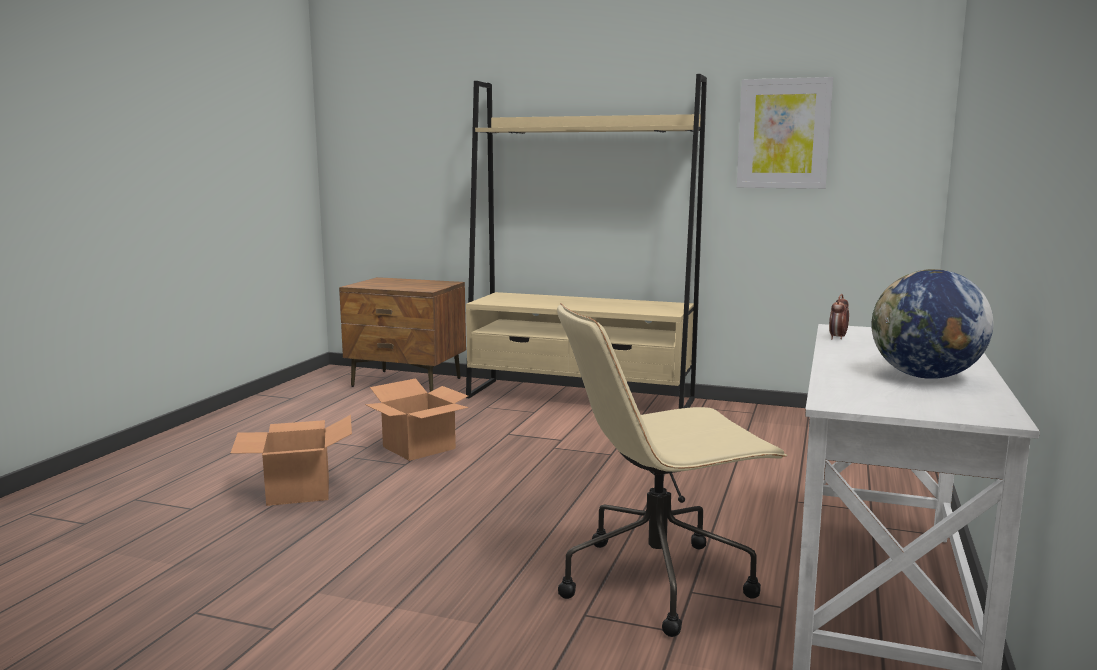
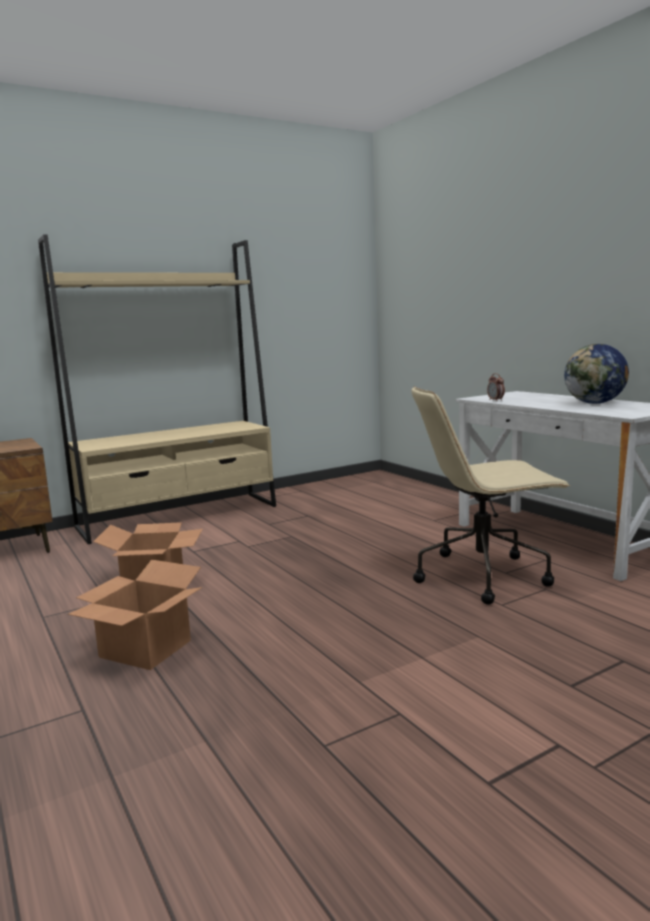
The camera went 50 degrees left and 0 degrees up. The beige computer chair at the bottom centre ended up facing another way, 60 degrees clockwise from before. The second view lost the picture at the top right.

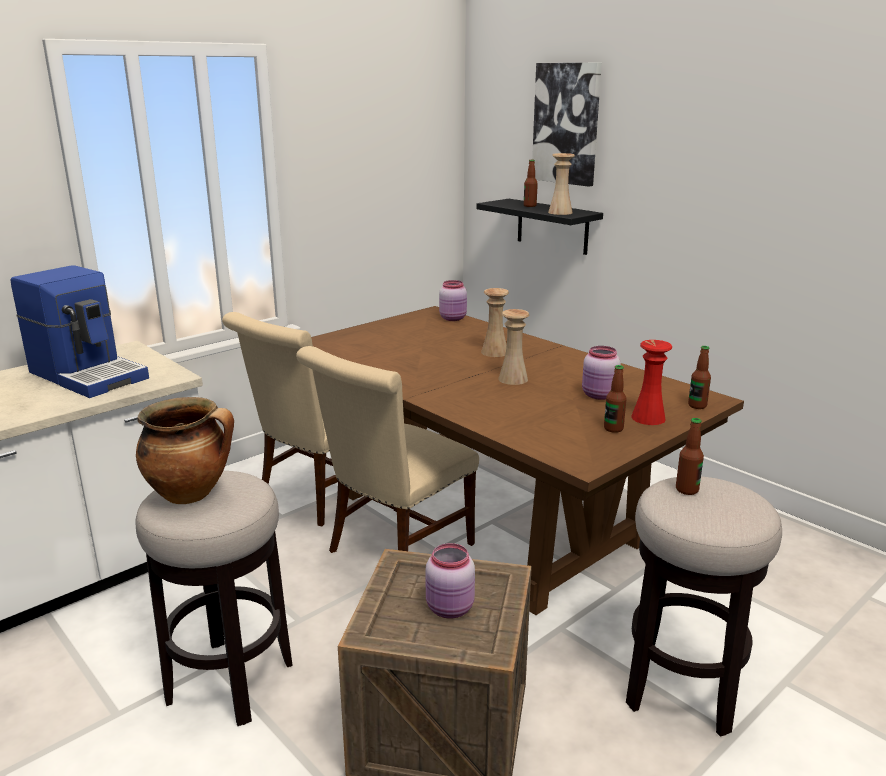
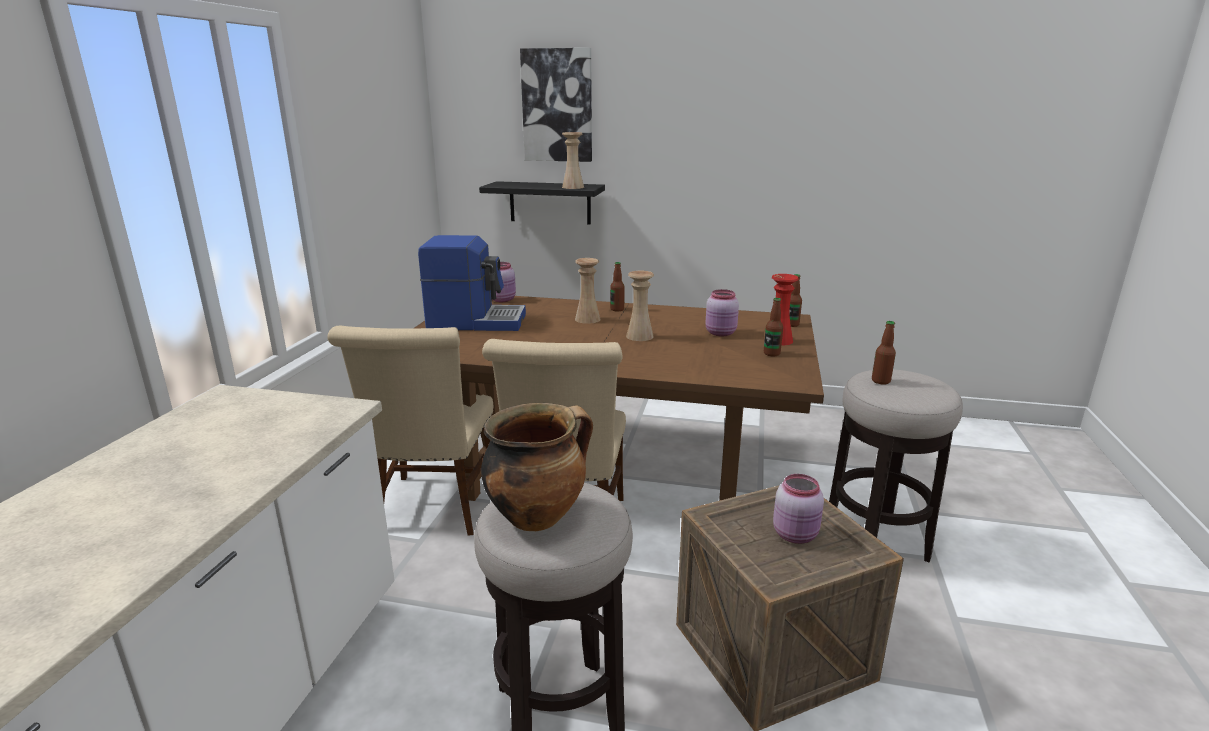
The camera went 35 degrees left and 0 degrees up. The coffee brewer ended up elsewhere, having gone from the middle left to the centre. The beverage bottle (1st from left) ended up elsewhere, having gone from the top centre to the centre.

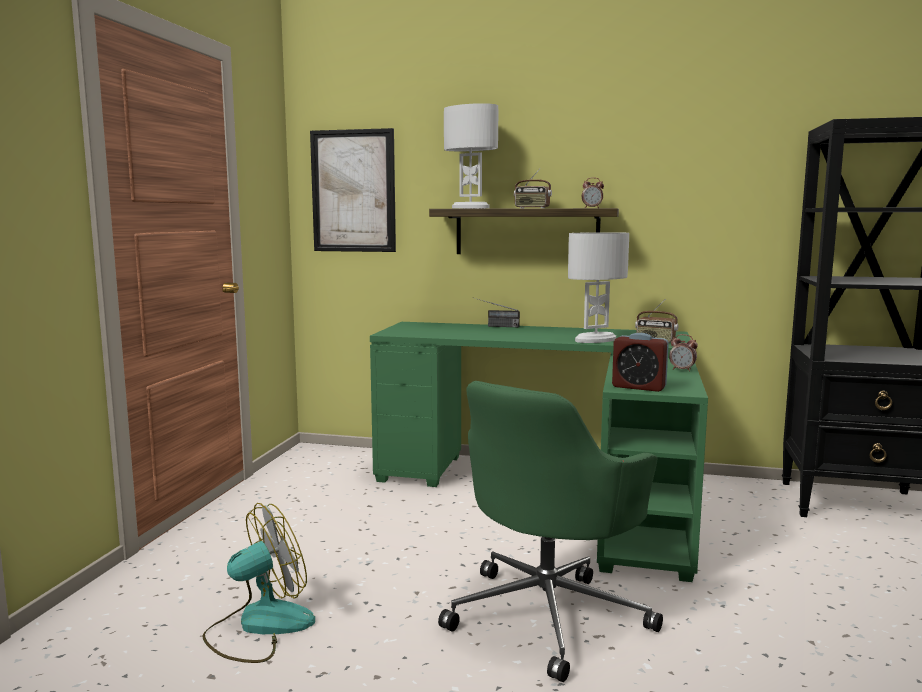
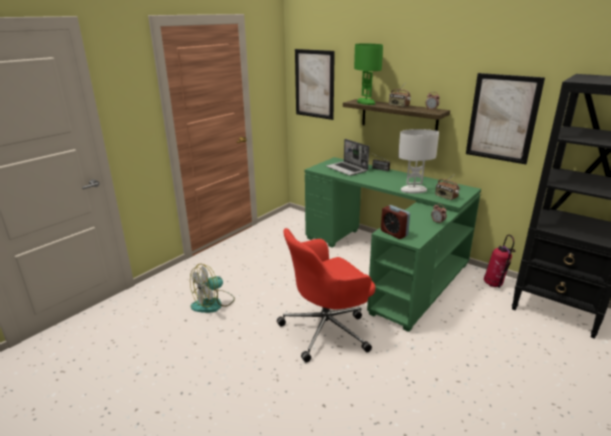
The camera went 25 degrees right and 15 degrees up. The fan at the bottom left ended up facing another way, 150 degrees clockwise from before. What was the greenish computer chair at the bottom centre turned into the red computer chair at the bottom centre. What was the white tabletop lamp (1st from left) at the top centre turned into the greenish tabletop lamp at the top centre. The second view gained the laptop at the centre. The second view gained the picture (2nd from left) at the top right. The second view gained the fire extinguisher at the middle right.

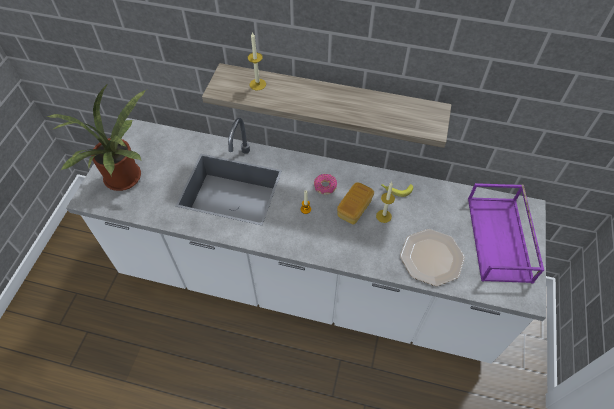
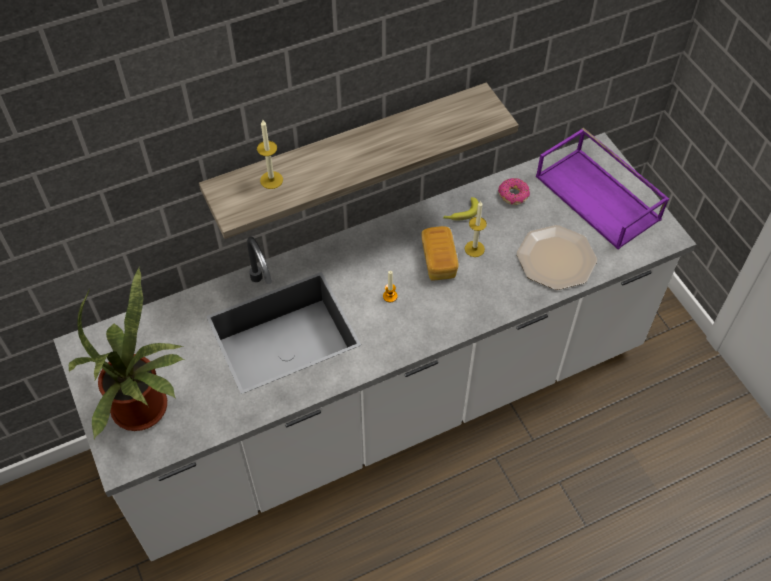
The camera went 40 degrees left and 0 degrees up. The donut ended up elsewhere, having gone from the centre to the top right.

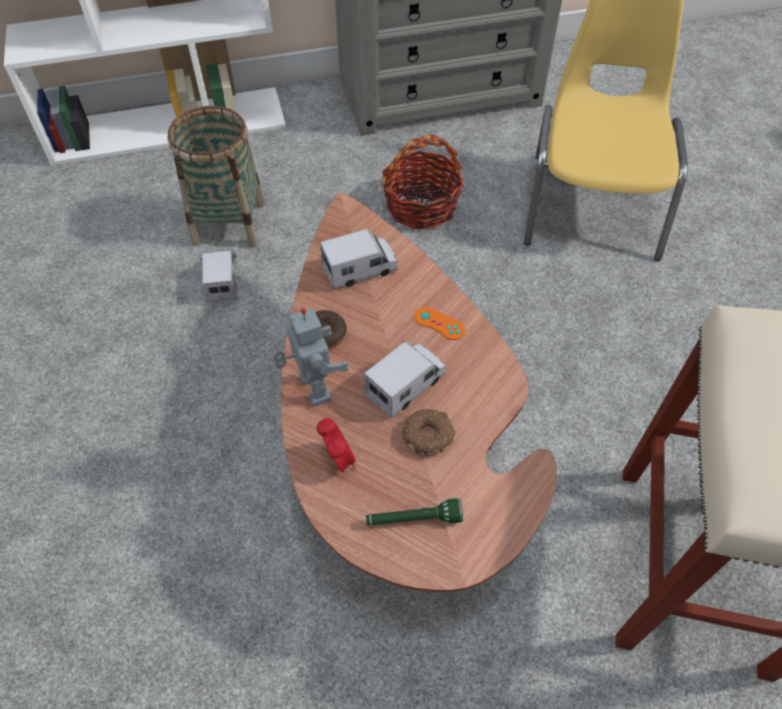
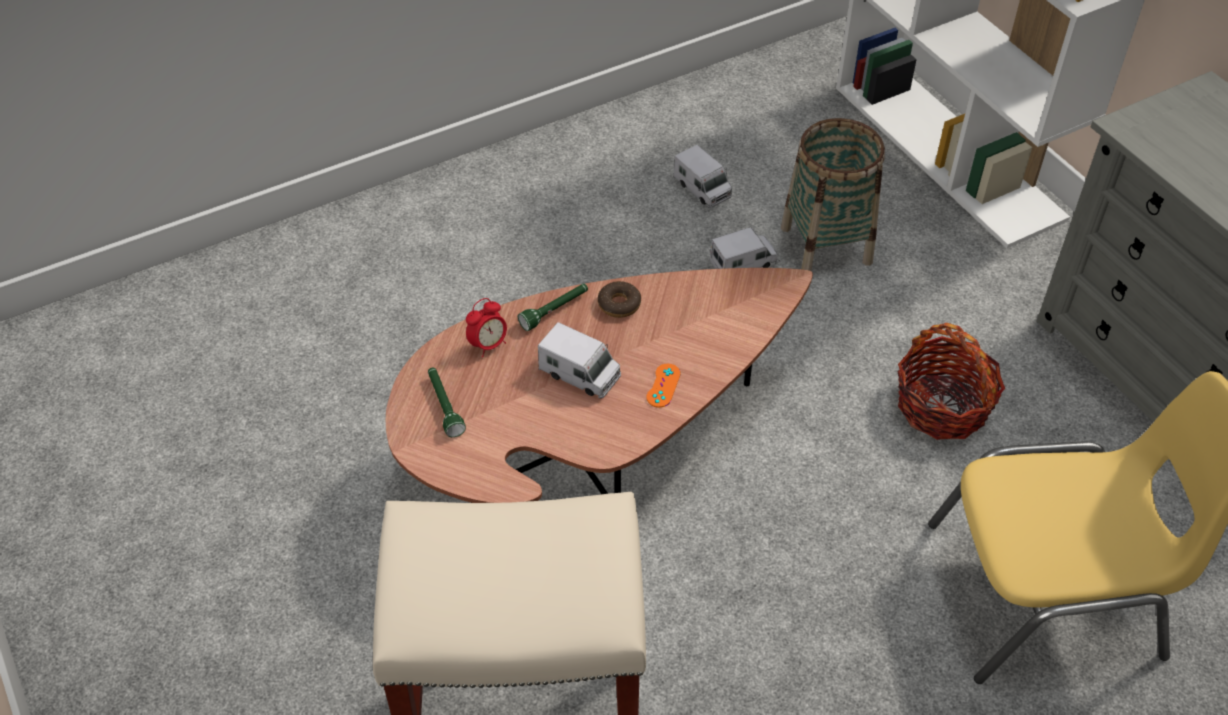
The camera went 75 degrees right and 5 degrees down. Where the model robot stood at the centre, the greenish flashlight (2nd from left) came to stand at the centre. The model truck (2nd from left) ended up elsewhere, having gone from the centre to the top centre. The second view lost the donut (2nd from left) at the centre.

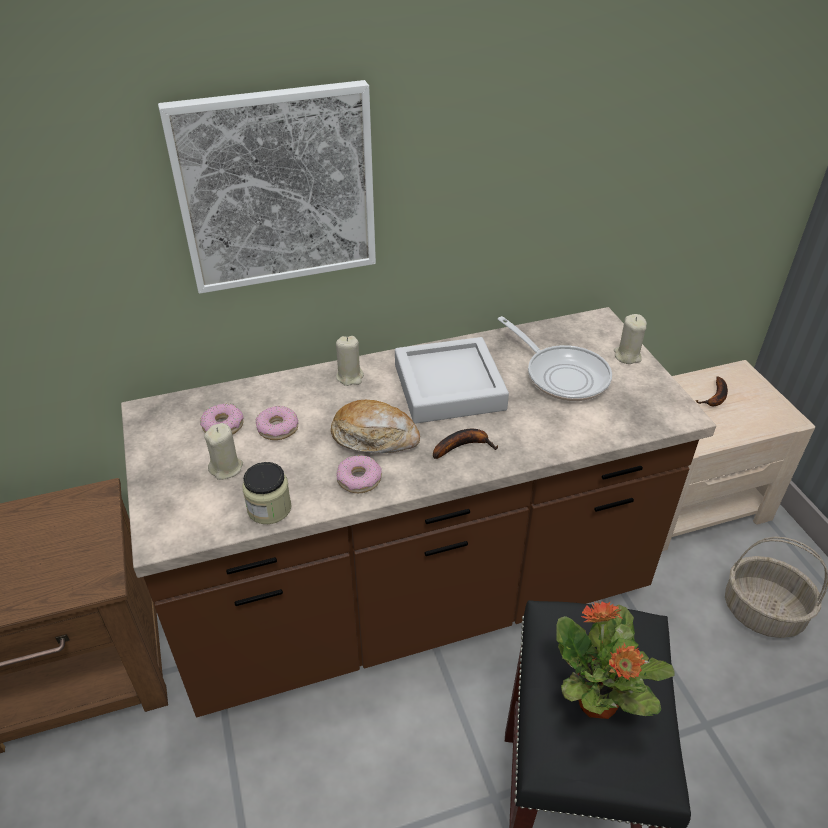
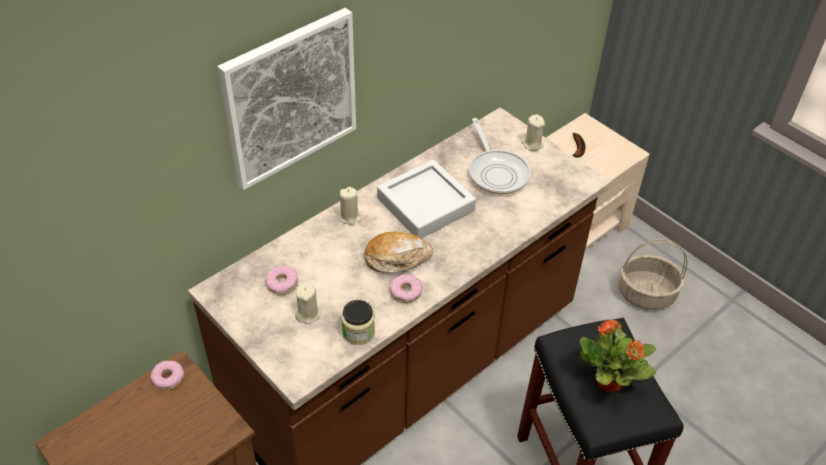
The camera went 25 degrees left and 5 degrees up. The donut (2nd from left in the first image) ended up elsewhere, having gone from the centre to the bottom left. The second view lost the banana fruit (1st from left) at the centre. The skillet at the middle right ended up facing another way, 45 degrees clockwise from before.

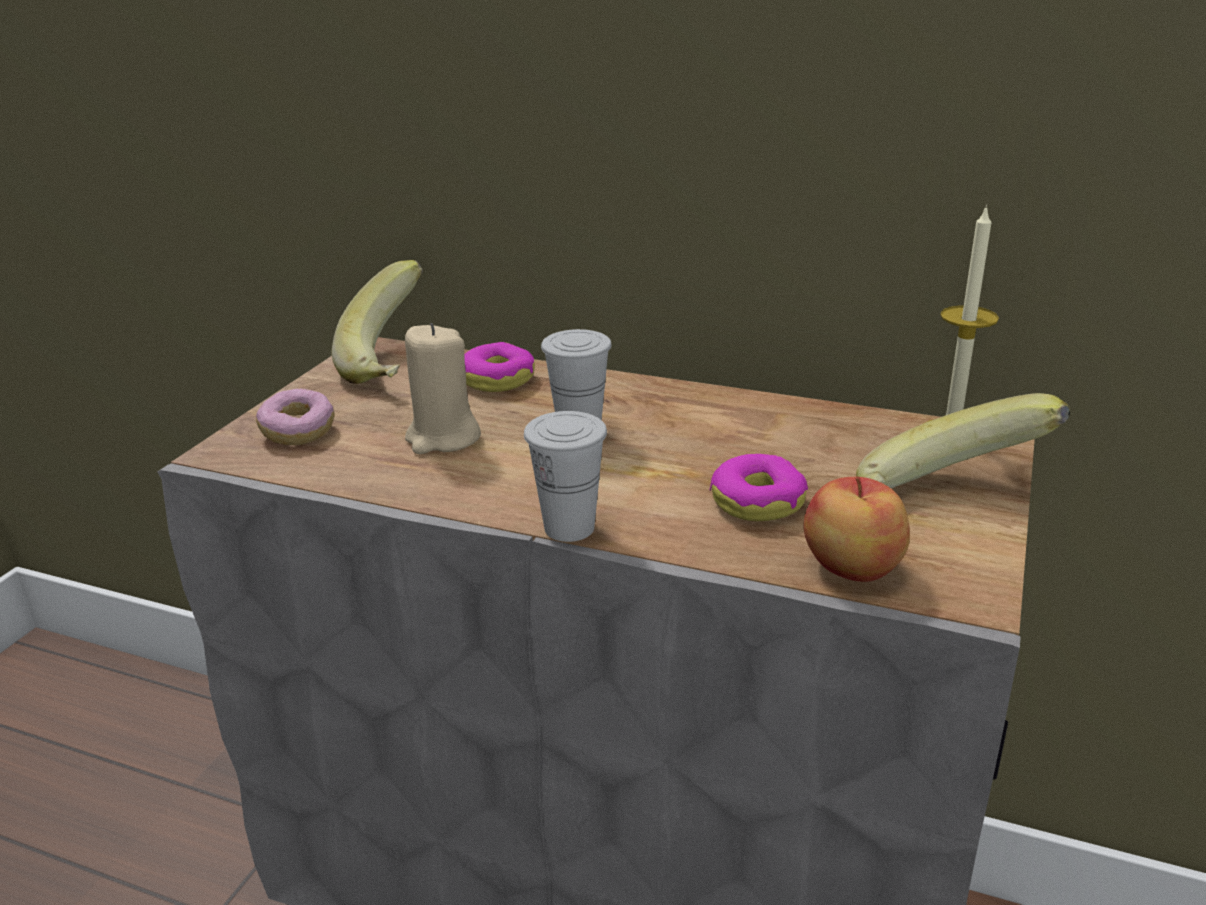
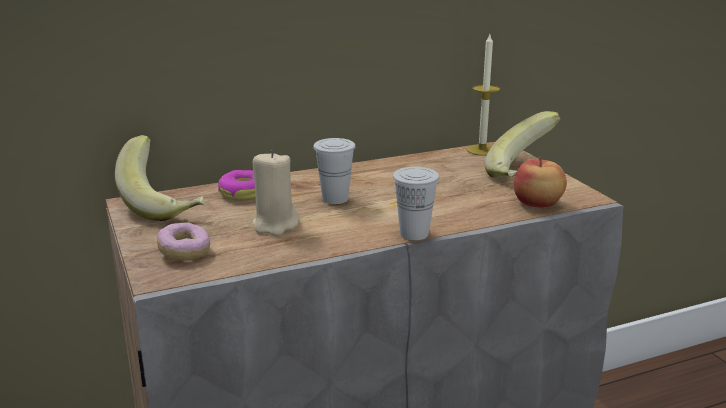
The camera went 45 degrees left and 5 degrees down. The second view lost the donut (3rd from left) at the centre.

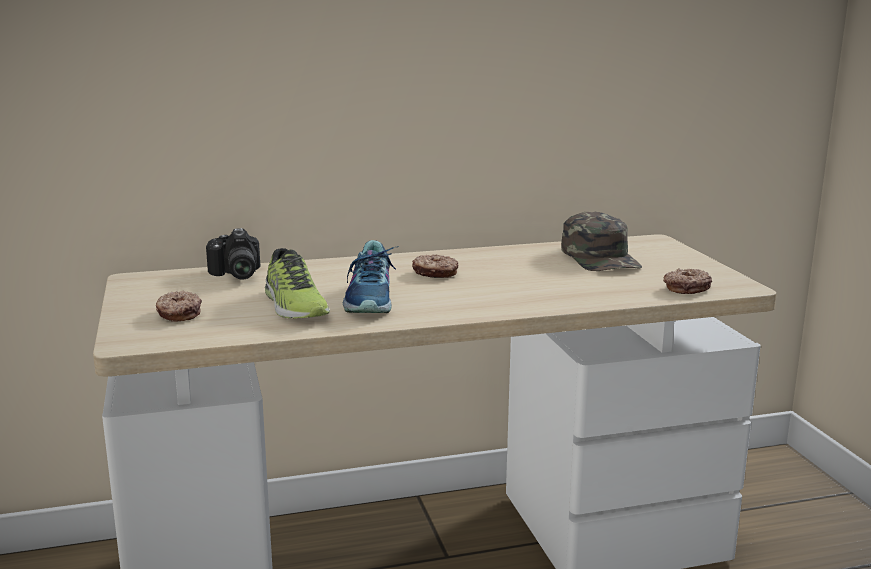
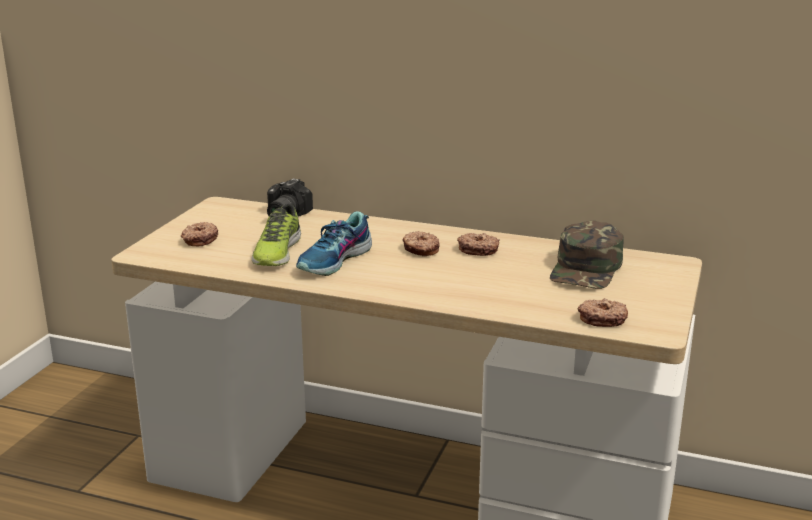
The camera went 35 degrees right and 5 degrees up. The second view gained the donut (3rd from left) at the centre.

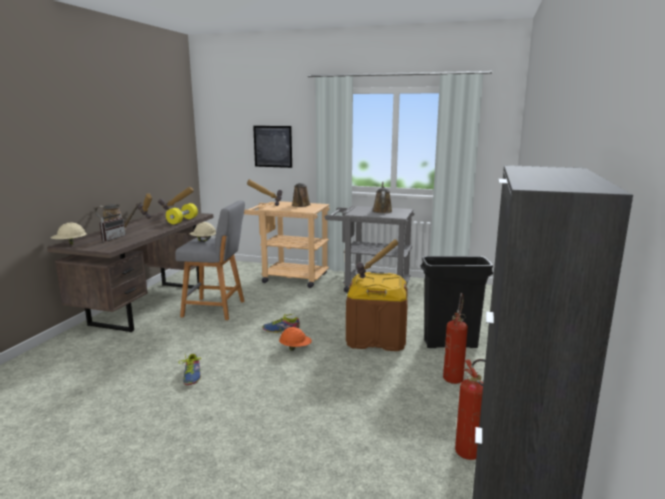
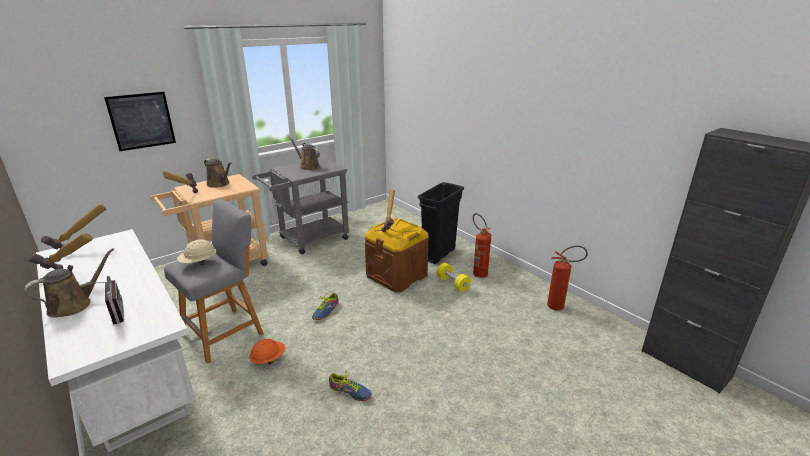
The camera went 55 degrees left and 10 degrees up. What was the brown-coloured desk table at the middle left turned into the white desk table at the bottom left. The second view lost the beige hard hat (1st from left) at the middle left. The yellow hand weight ended up elsewhere, having gone from the middle left to the centre. The orange hard hat ended up elsewhere, having gone from the bottom centre to the bottom left.

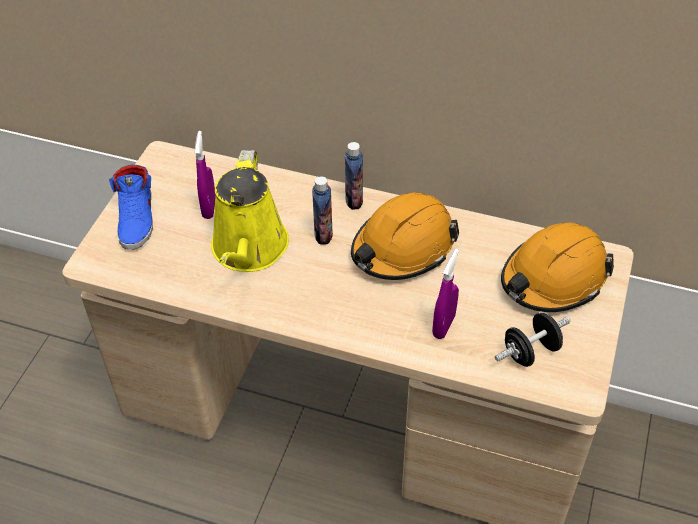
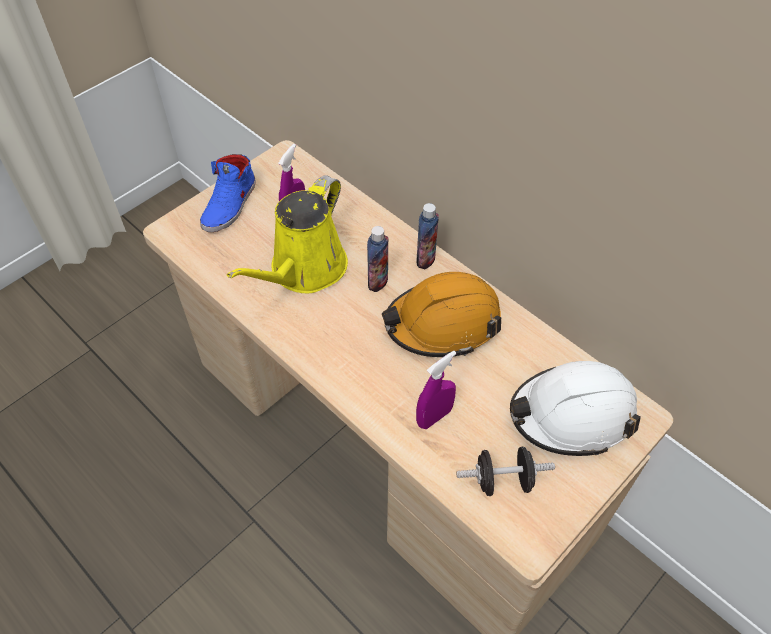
The camera went 25 degrees right and 5 degrees up. What was the orange hard hat (2nd from left) at the middle right turned into the white hard hat at the middle right.

